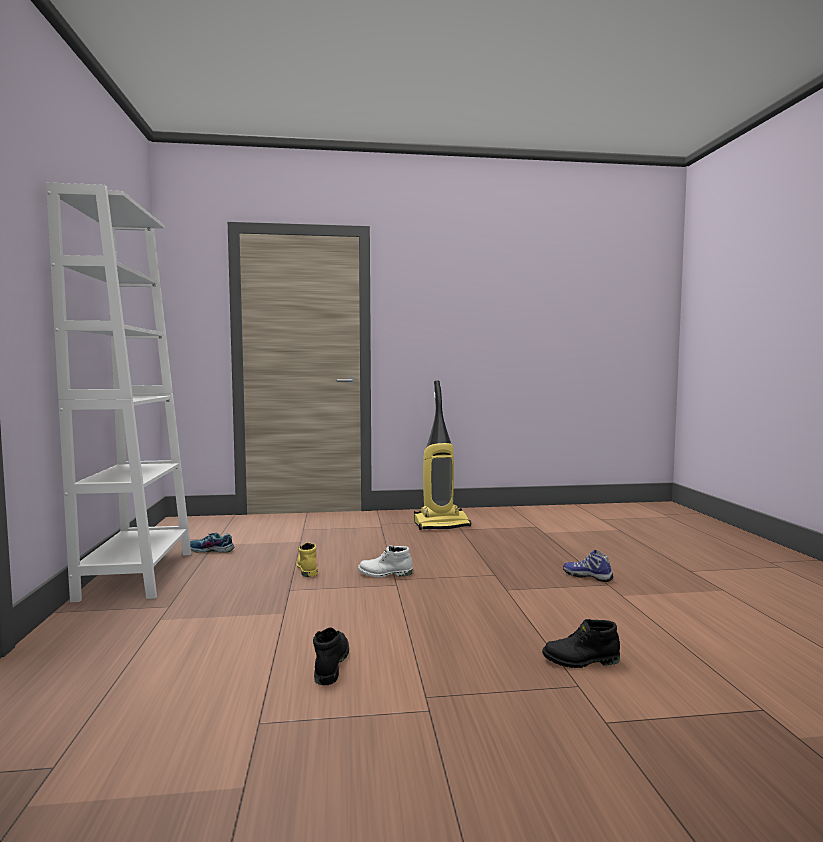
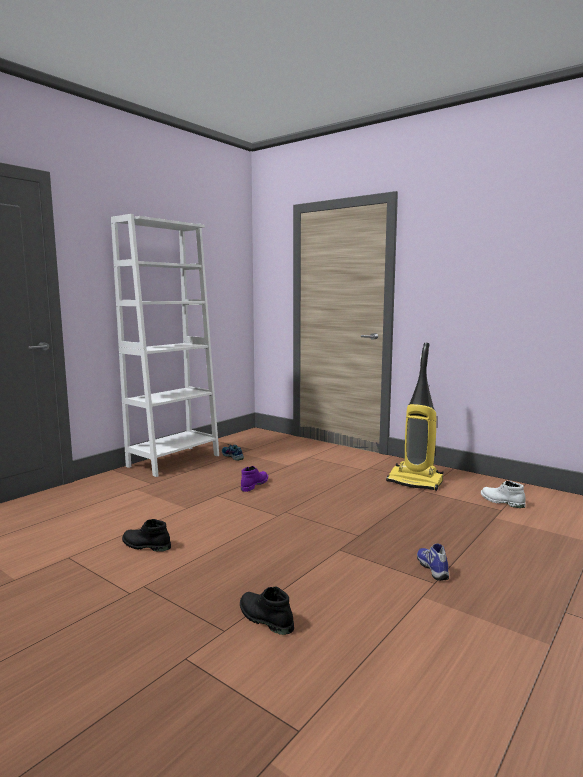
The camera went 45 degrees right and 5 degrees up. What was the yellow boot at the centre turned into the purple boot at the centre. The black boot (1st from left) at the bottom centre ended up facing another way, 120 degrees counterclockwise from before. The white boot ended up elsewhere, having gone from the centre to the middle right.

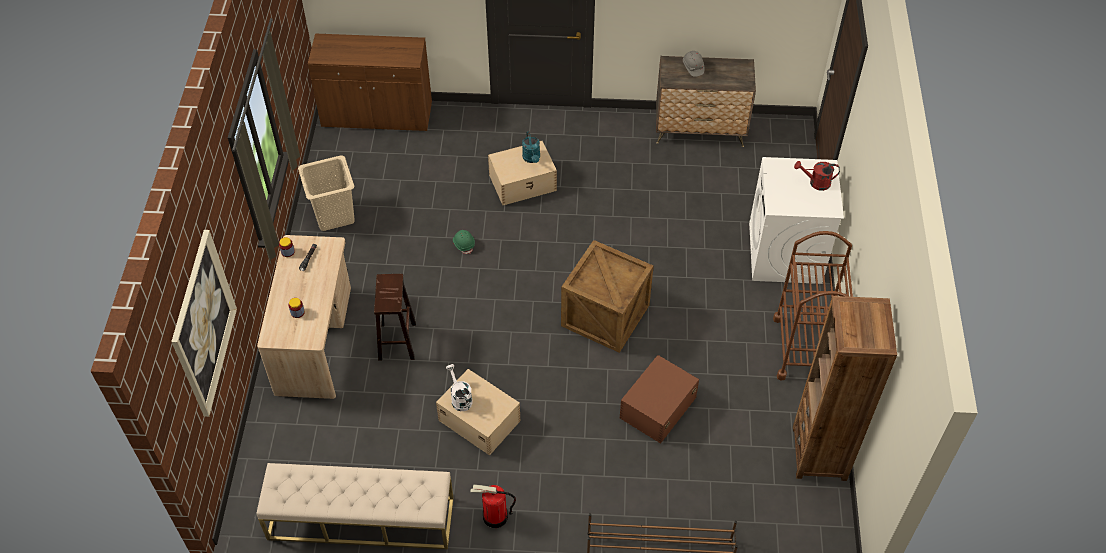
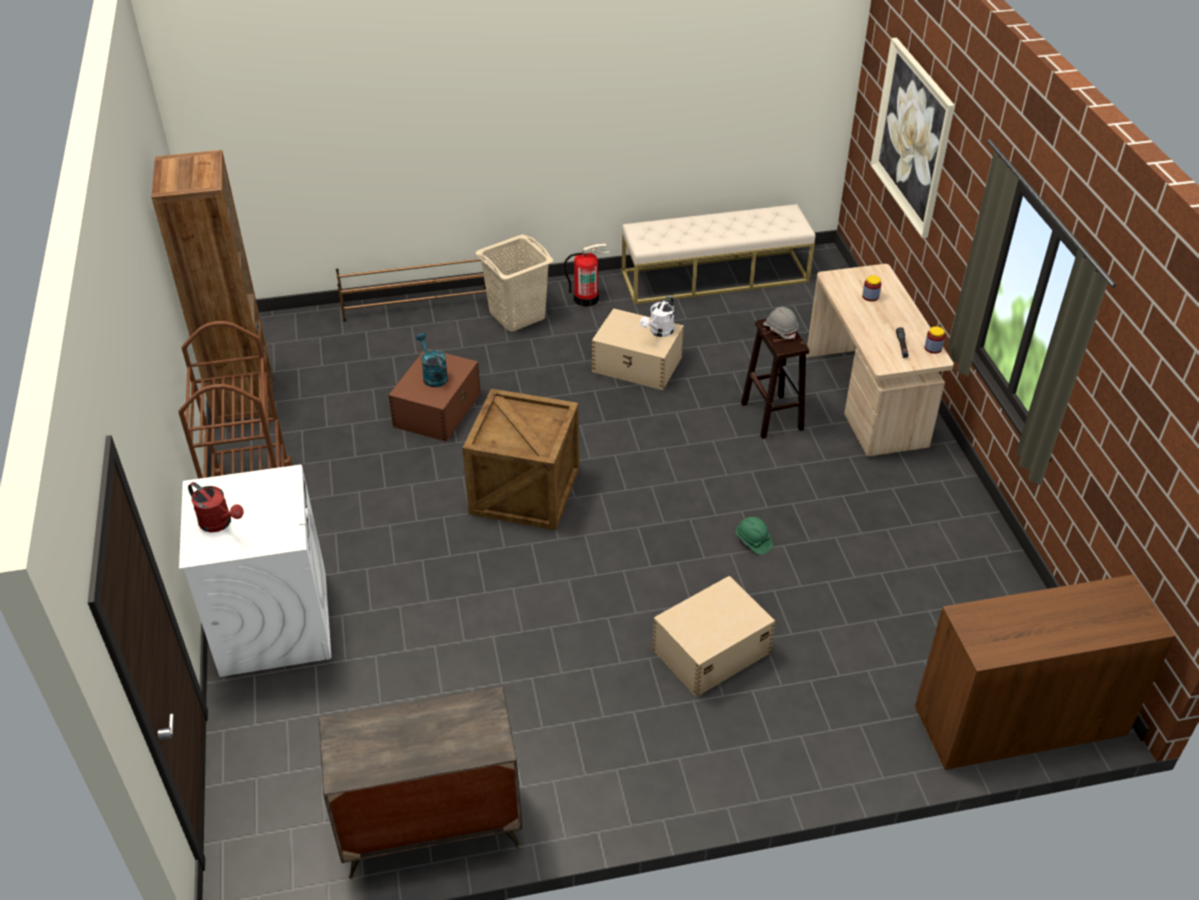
The camera went 165 degrees right and 10 degrees down. The beige laundry basket ended up elsewhere, having gone from the middle left to the top centre. The white sprinkling can at the bottom centre ended up facing another way, 75 degrees clockwise from before. The blue-green sprinkling can ended up elsewhere, having gone from the top centre to the centre. The greyish hard hat ended up elsewhere, having gone from the top centre to the centre. The red sprinkling can at the top right ended up facing another way, 45 degrees clockwise from before.

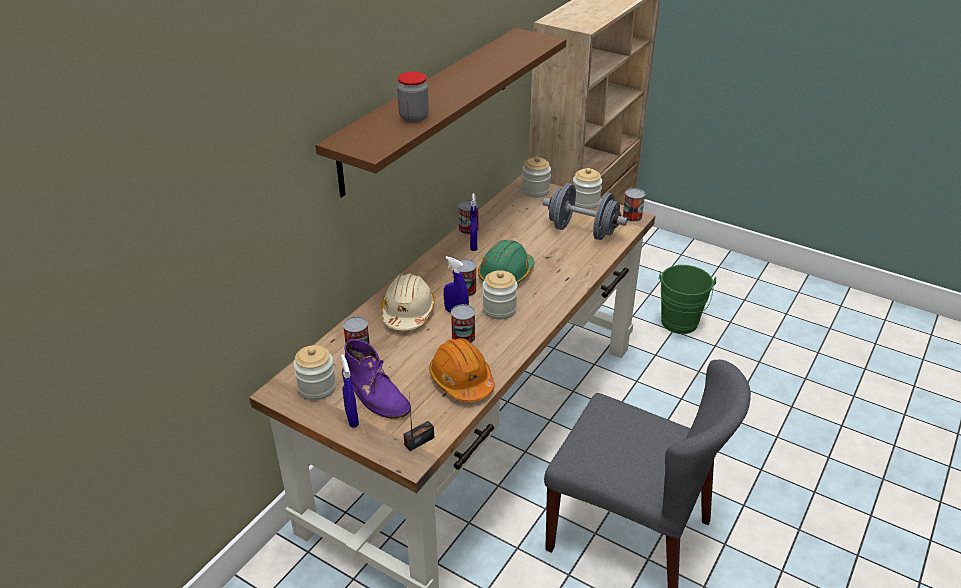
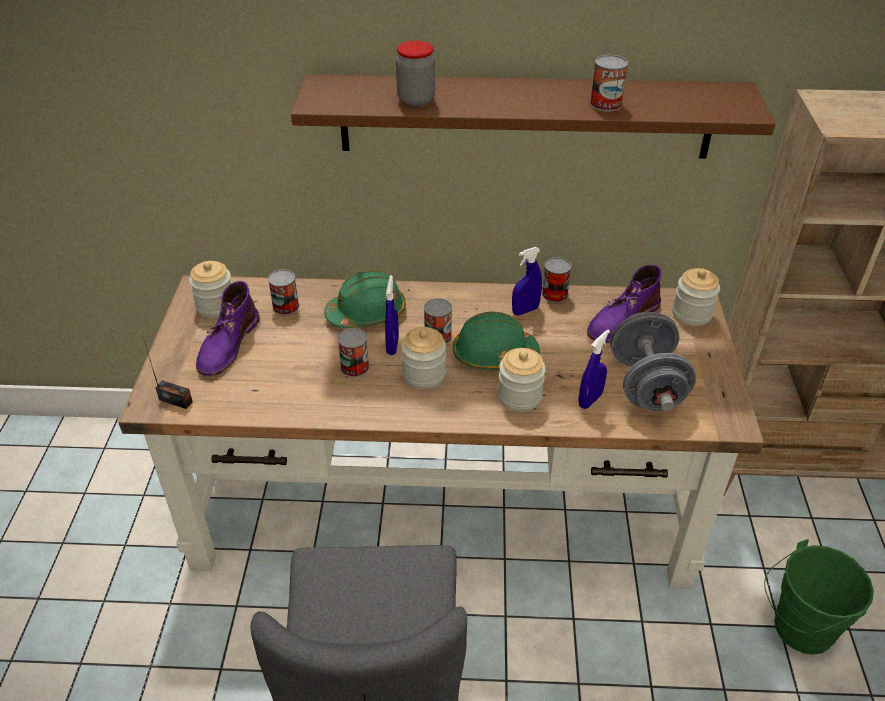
The camera went 60 degrees right and 5 degrees up. The bluish spray bottle (1st from left in the first image) ended up elsewhere, having gone from the centre to the middle right. What was the beige hard hat at the centre turned into the greenish hard hat (1st from left) at the centre. The second view lost the orange hard hat at the centre. The preserve jar (5th from left in the first image) ended up elsewhere, having gone from the top centre to the centre. The can (5th from left) ended up elsewhere, having gone from the centre to the top right. The second view gained the purple boot (2nd from left) at the middle right.

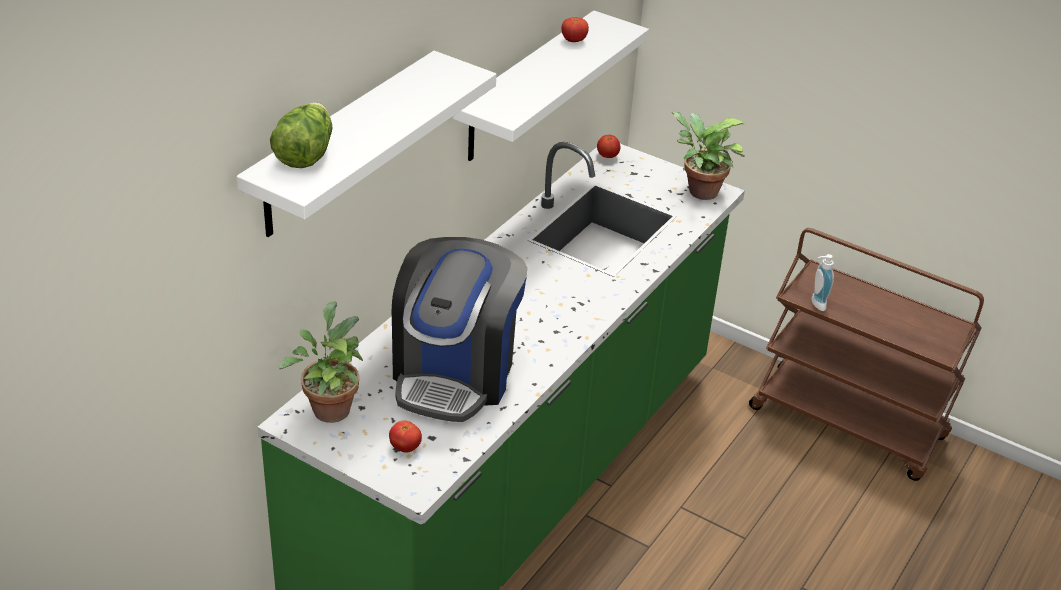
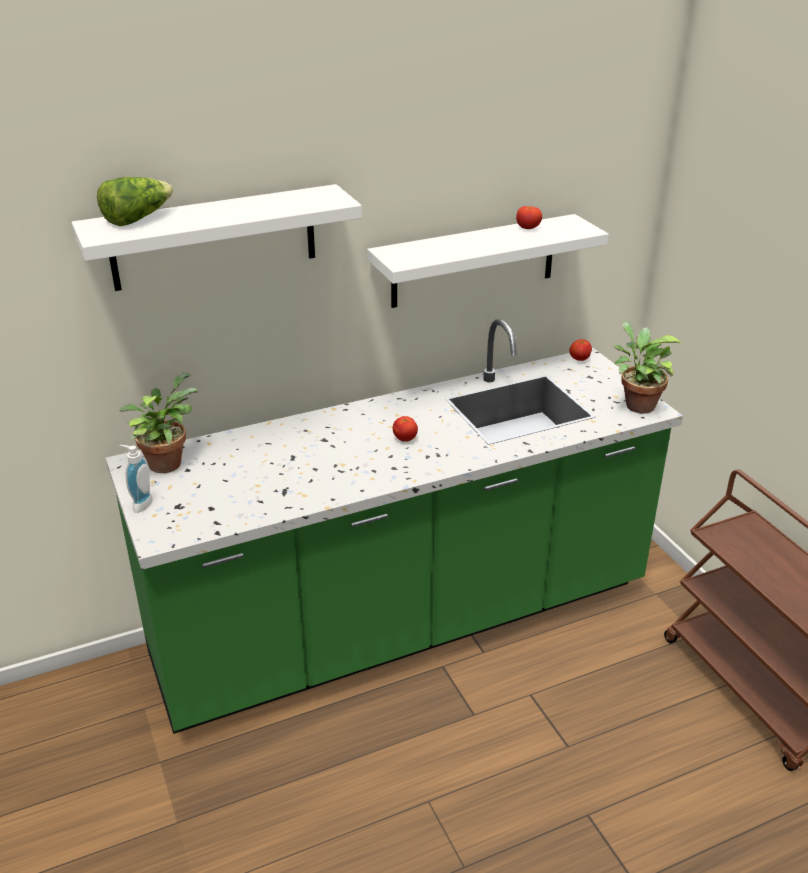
The camera went 35 degrees right and 5 degrees down. The fresh tomato (1st from left) ended up elsewhere, having gone from the bottom centre to the centre. The second view lost the coffee brewer at the centre. The soap bottle ended up elsewhere, having gone from the middle right to the middle left.

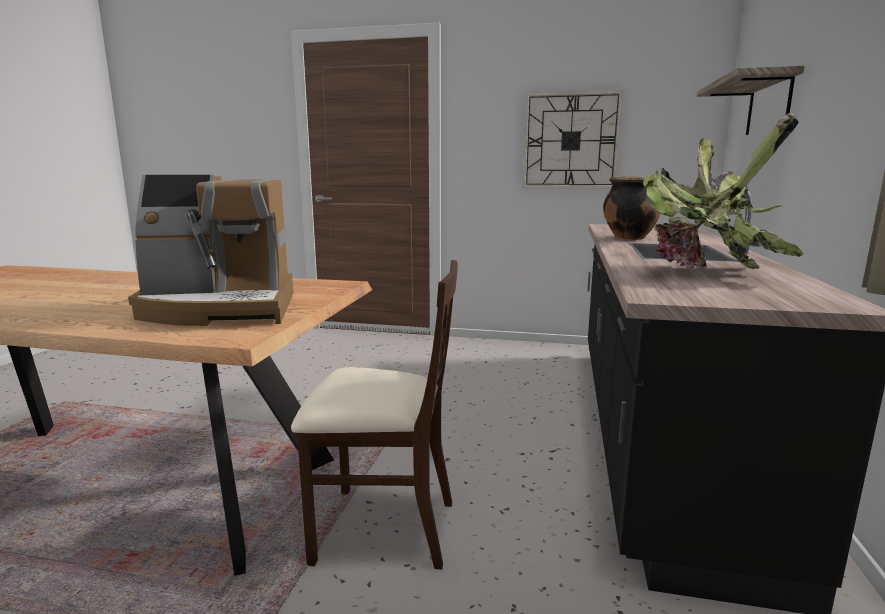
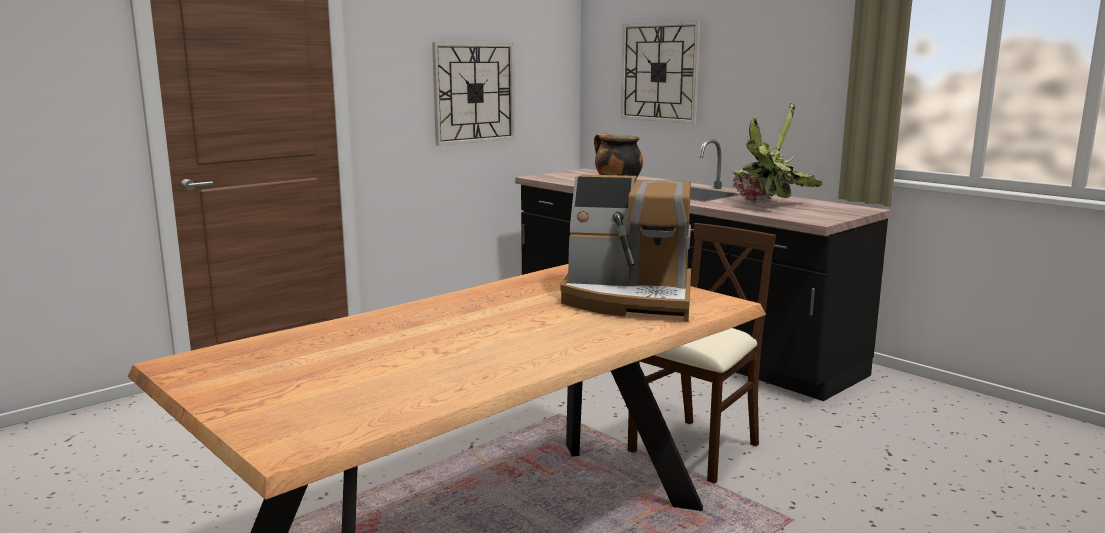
The camera went 55 degrees left and 0 degrees up. The coffee brewer at the middle left ended up facing another way, 75 degrees clockwise from before. Where the wall shelf hung at the top right, the clock on the wall (2nd from left) came to hang at the top centre.

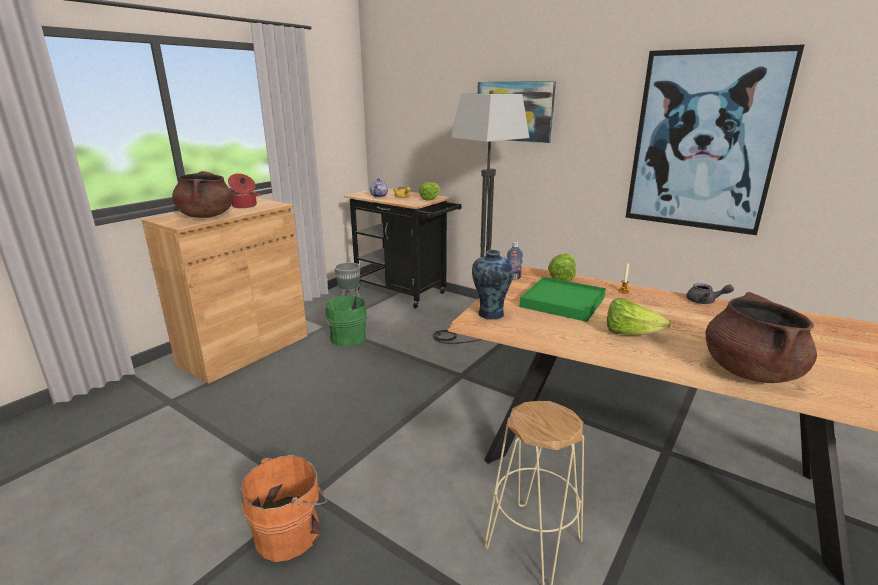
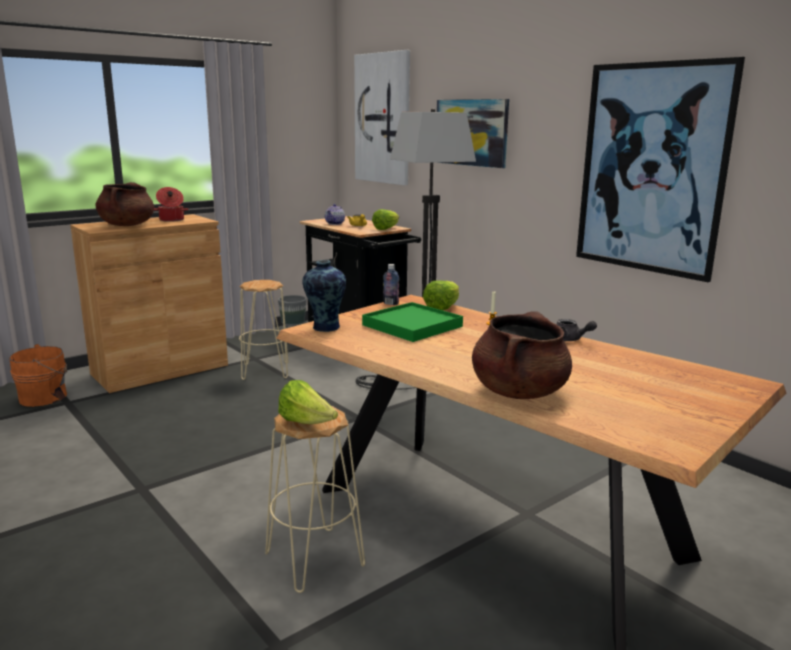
The camera went 15 degrees right and 5 degrees down. The orange bucket ended up elsewhere, having gone from the bottom left to the middle left. Where the greenish bucket stood at the centre, the beige stool seat (1st from left) came to stand at the middle left. The head of lettuce (3rd from left in the first image) ended up elsewhere, having gone from the middle right to the centre. The second view gained the picture (1st from left) at the top centre.

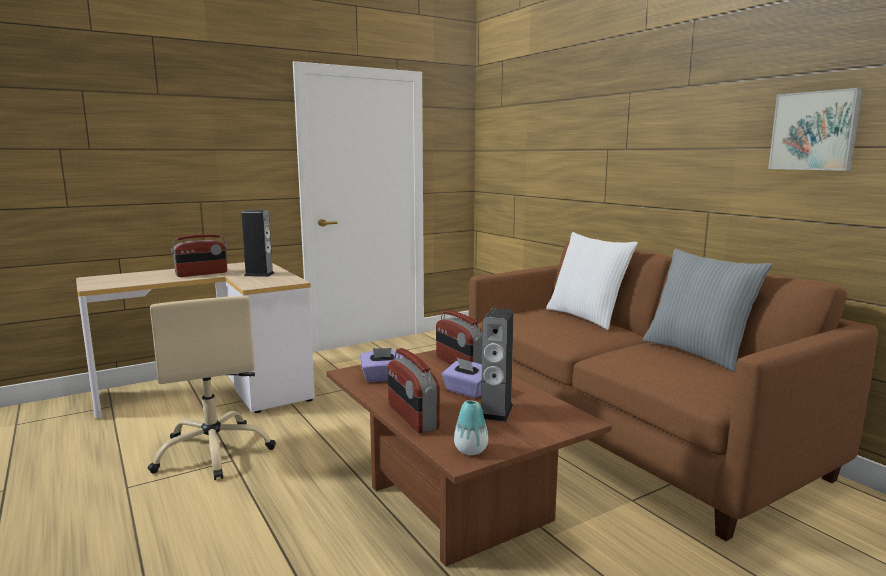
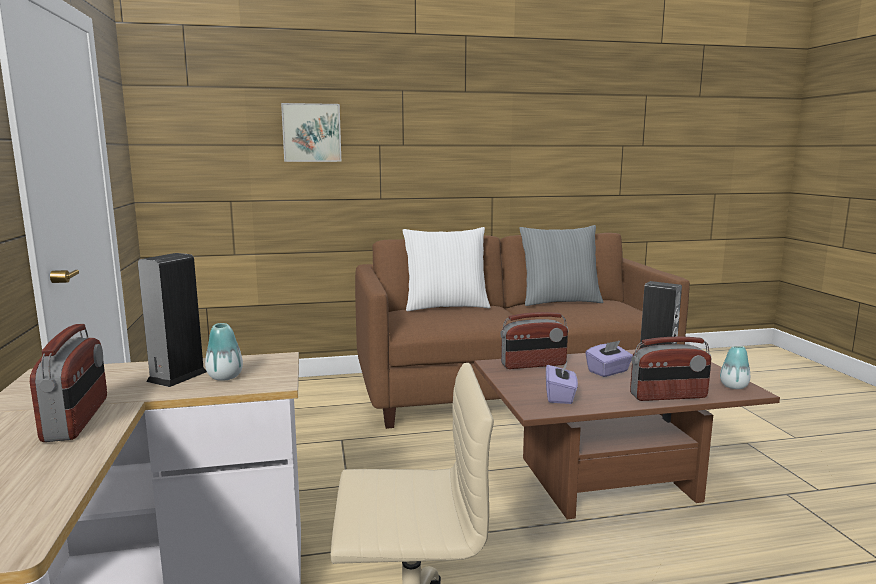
The camera went 70 degrees left and 0 degrees up. The picture ended up elsewhere, having gone from the top right to the top centre. The second view gained the vase (1st from left) at the middle left.

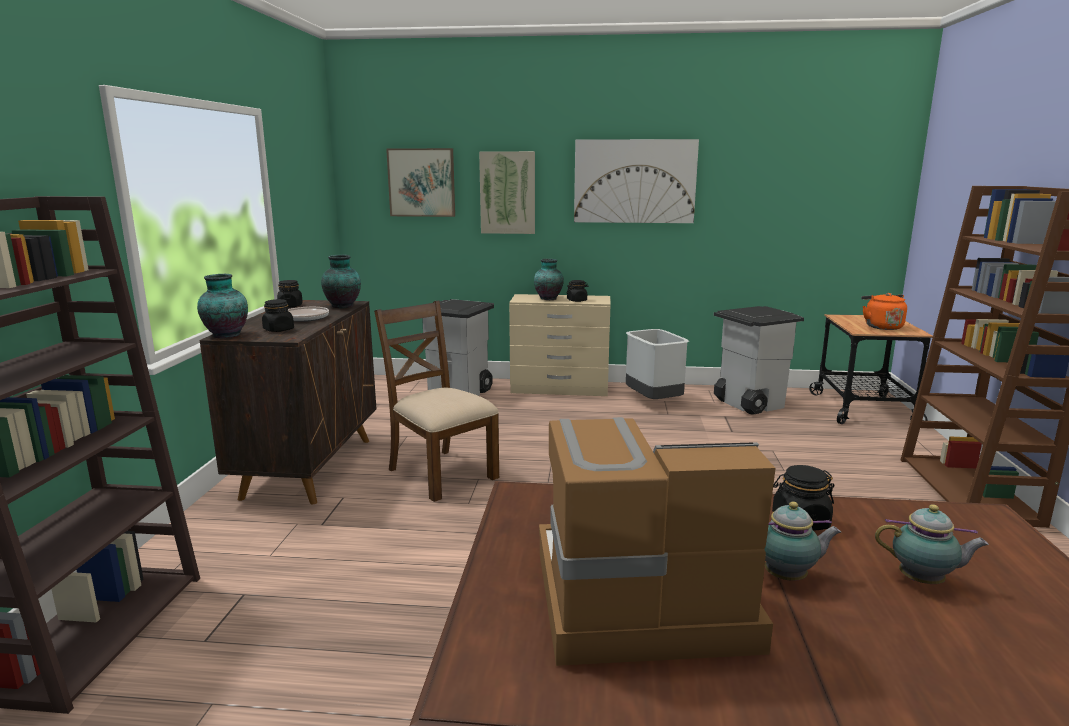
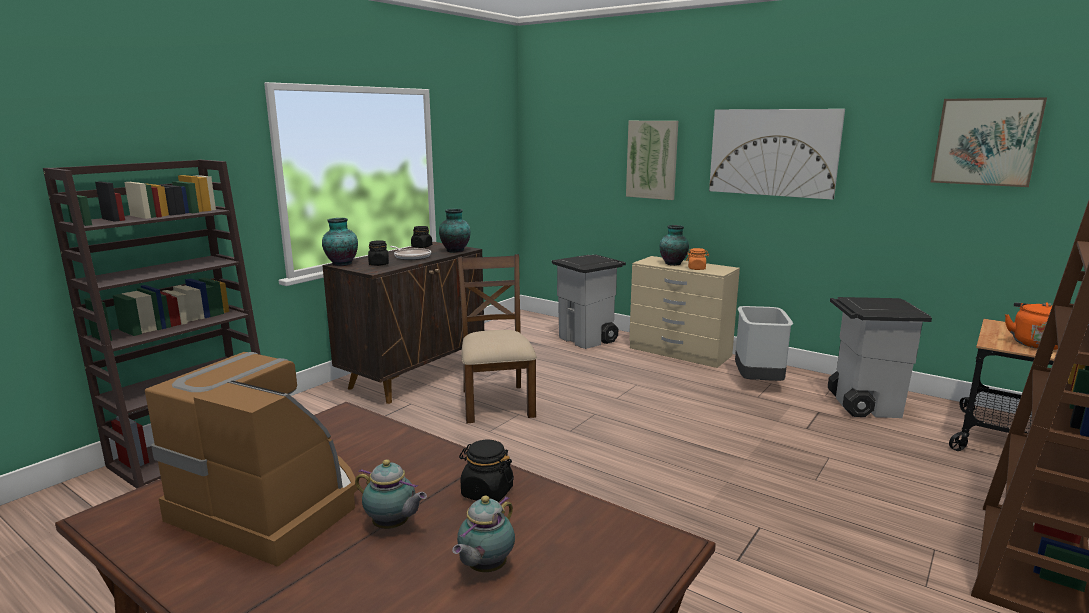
The camera went 30 degrees right and 0 degrees up. The picture (1st from left in the first image) ended up elsewhere, having gone from the top centre to the top right. What was the black preserve jar (3rd from left) at the centre turned into the orange preserve jar at the centre. The pot for tea (2nd from left) at the bottom right ended up facing another way, 75 degrees clockwise from before.

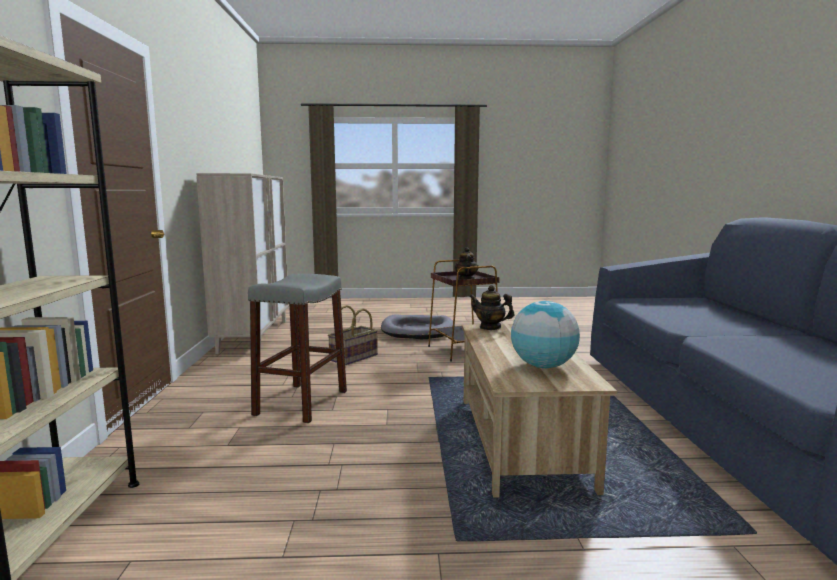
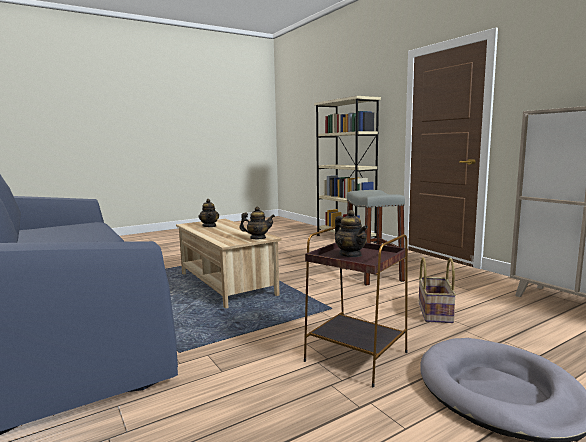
The camera went 150 degrees right and 0 degrees up. Where the globe stood at the centre, the pot for tea (1st from left) came to stand at the centre.

